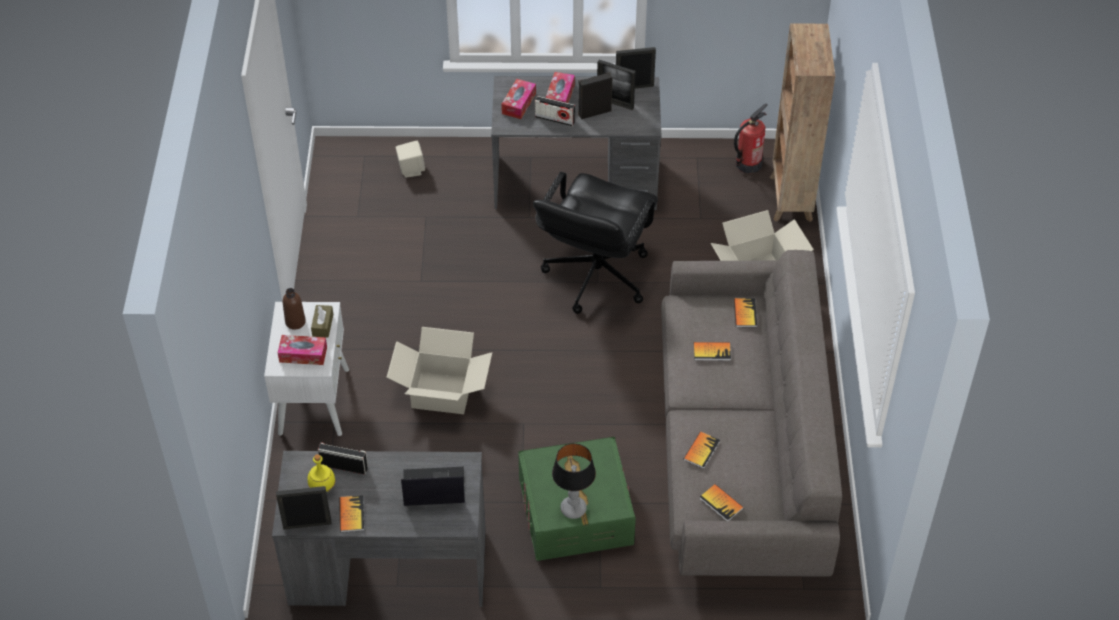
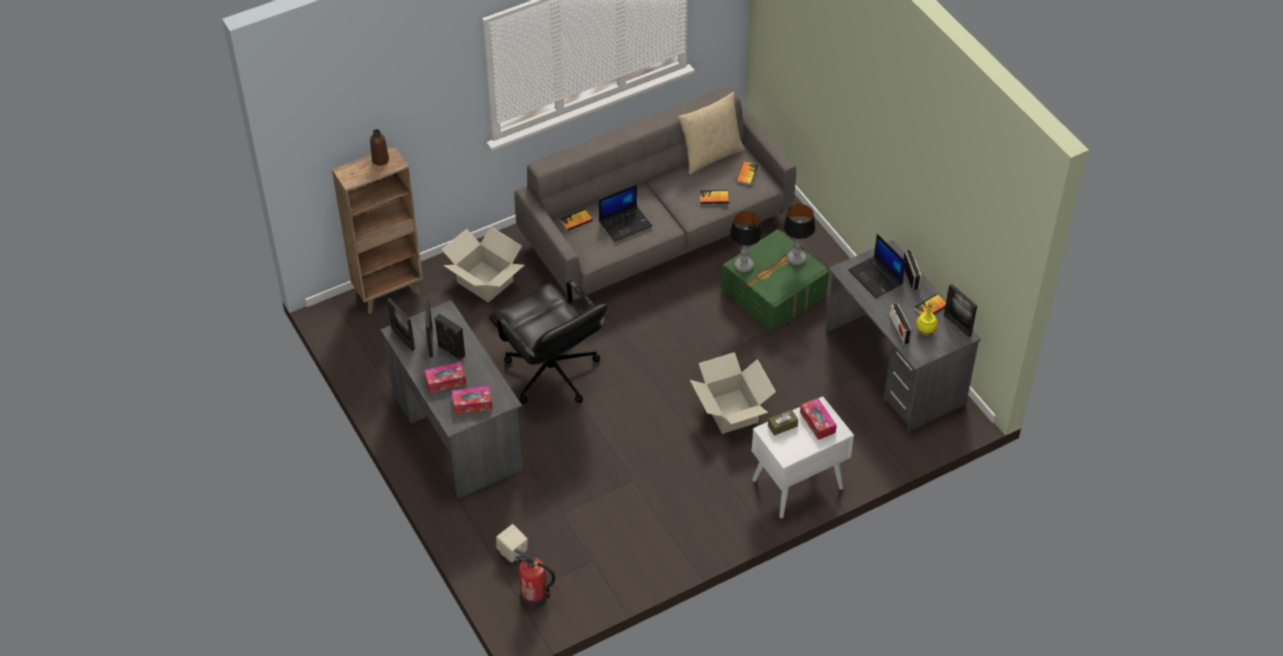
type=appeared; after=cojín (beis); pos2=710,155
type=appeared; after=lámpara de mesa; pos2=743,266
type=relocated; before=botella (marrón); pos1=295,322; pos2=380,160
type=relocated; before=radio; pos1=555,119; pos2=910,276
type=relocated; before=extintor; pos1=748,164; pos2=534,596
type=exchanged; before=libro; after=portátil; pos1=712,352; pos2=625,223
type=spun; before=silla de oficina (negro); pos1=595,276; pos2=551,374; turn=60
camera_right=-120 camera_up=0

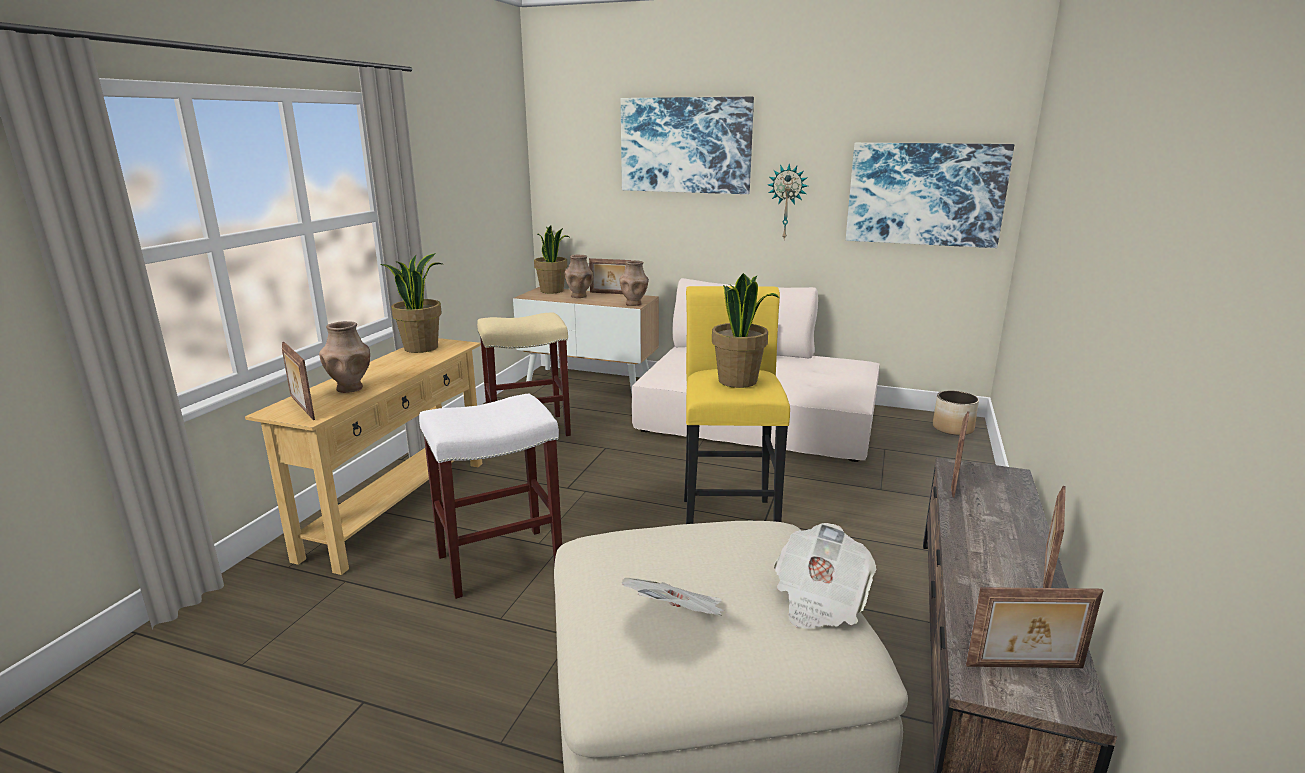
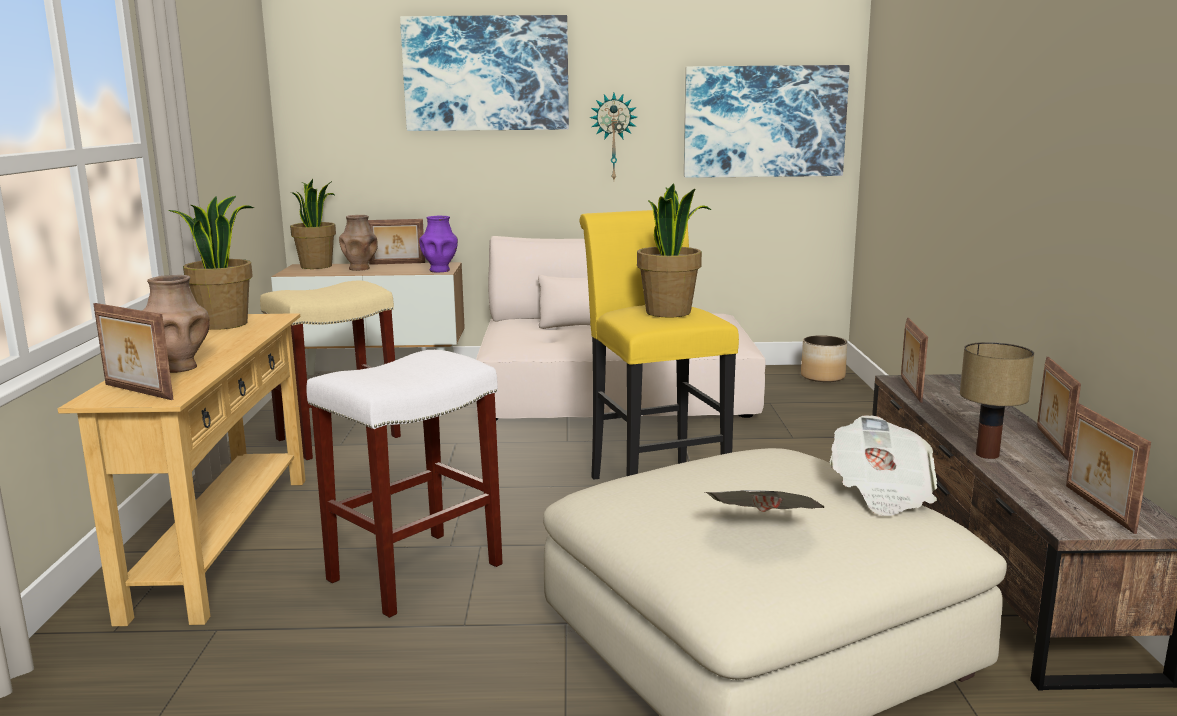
type=appeared; after=lámpara de mesa; pos2=987,455
type=colour; before=florero (marrón); after=florero (morado); pos1=634,304; pos2=440,270
type=spun; before=portarretratos; pos1=1025,668; pos2=1097,508; turn=105
camera_right=-20 camera_up=-5

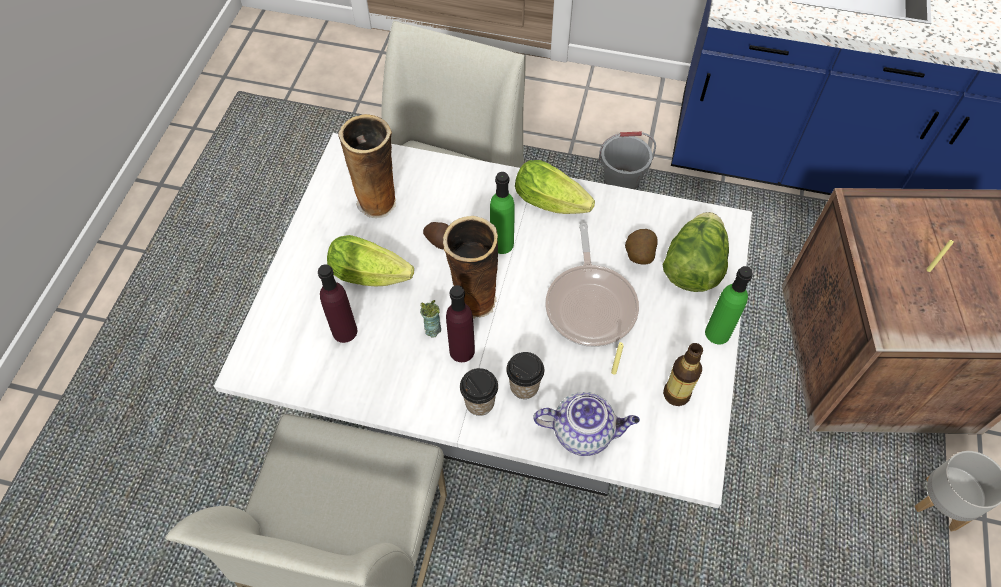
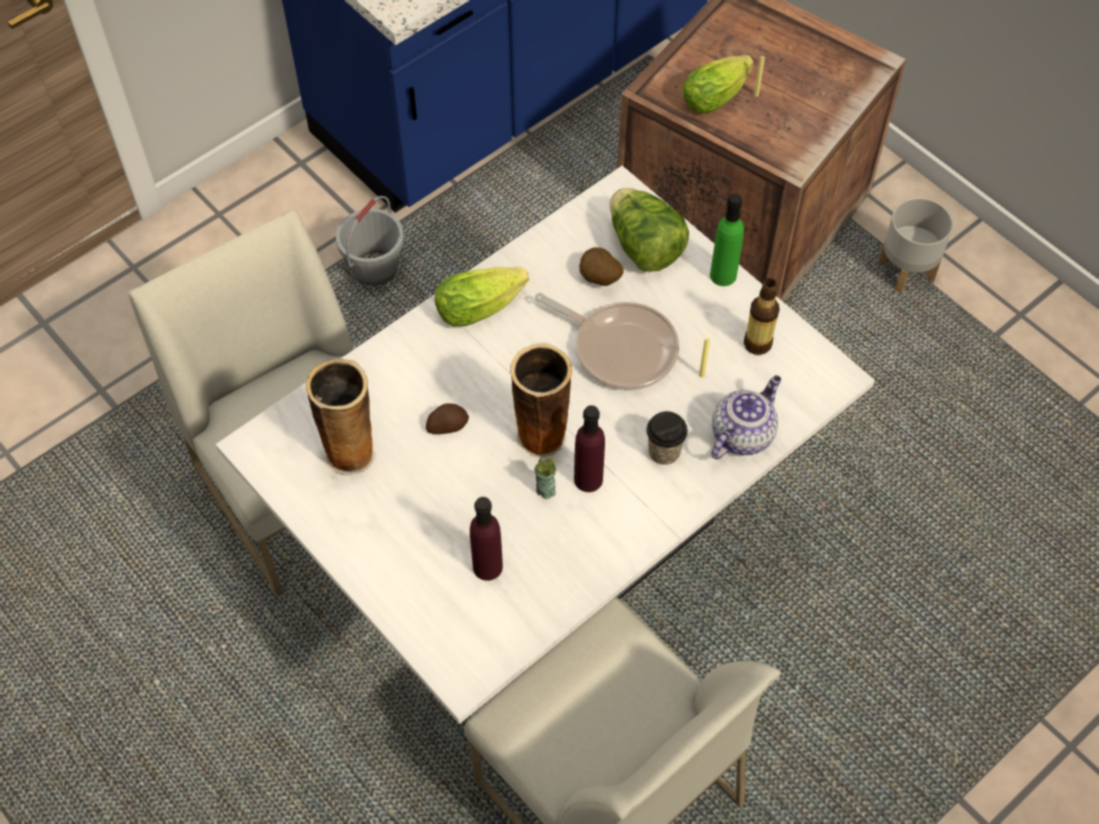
type=missing; before=taza; pos1=479,403
type=missing; before=botella (verde); pos1=502,244
type=relocated; before=lechuga; pos1=374,275; pos2=718,94
camera_right=-55 camera_up=0

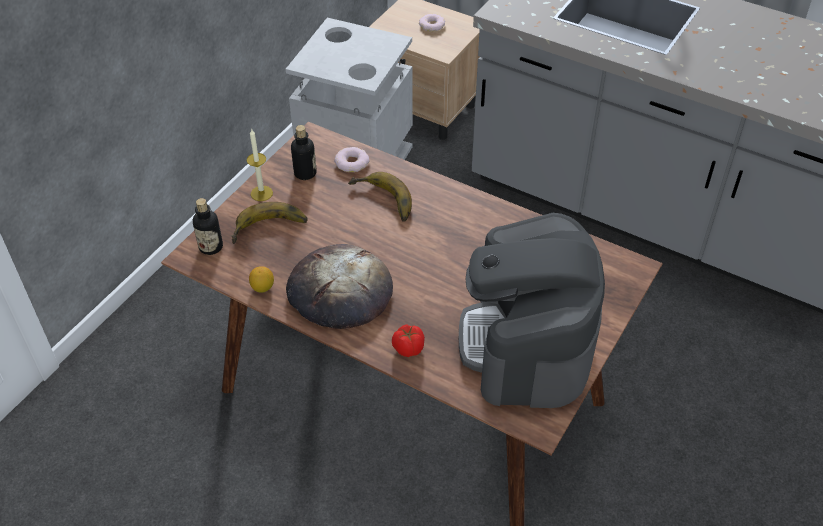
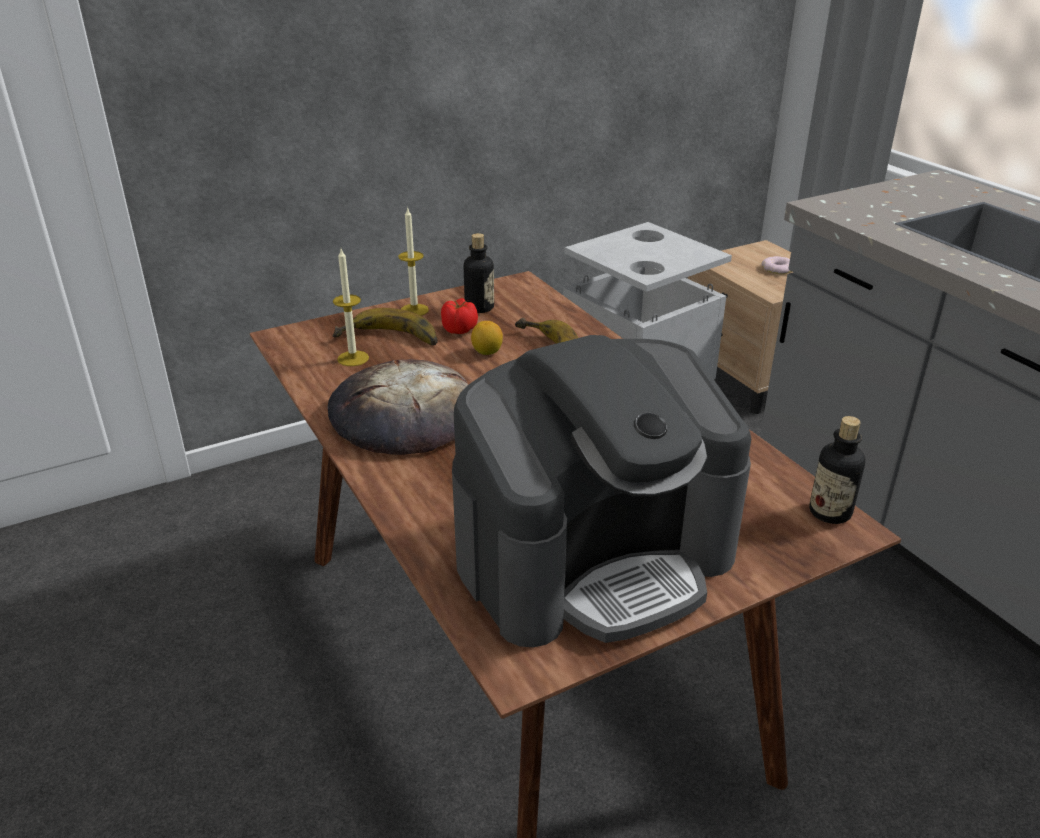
type=missing; before=rosquilla; pos1=352,163
type=appeared; after=vela; pos2=353,358
type=relocated; before=botella; pos1=211,247; pos2=830,512
type=relocated; before=limón; pos1=262,288; pos2=487,352
type=relocated; before=tomate; pos1=408,348; pos2=458,329
type=spun; before=cafetera; pos1=527,343; pos2=594,556; turn=-150
camera_right=30 camera_up=-15

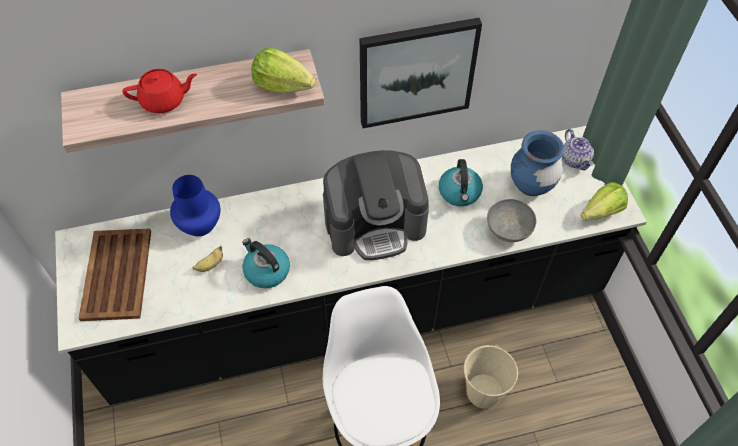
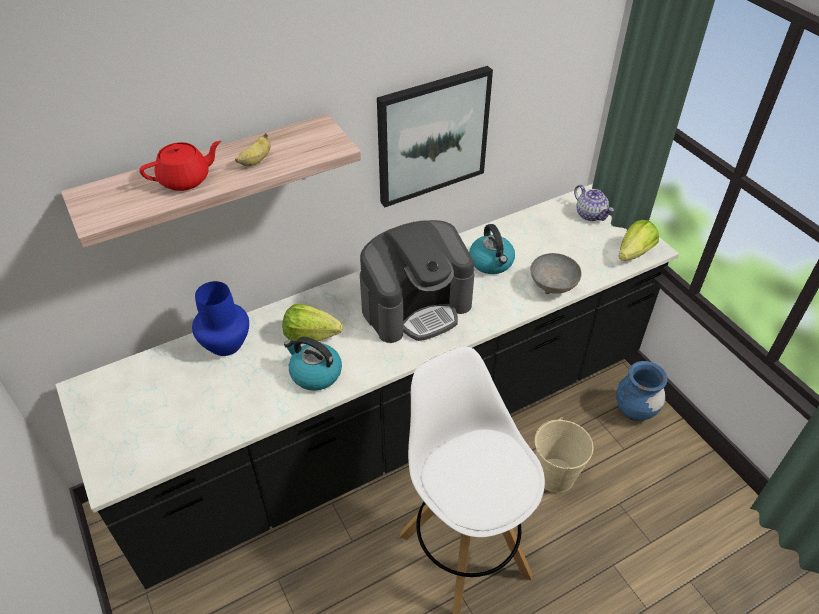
type=missing; before=bandeja (marrón); pos1=116,275
type=relocated; before=plátano; pos1=210,265; pos2=256,161
type=relocated; before=lechuga; pos1=282,85; pos2=311,335
type=relocated; before=florero (azul); pos1=531,185; pos2=635,411
camera_right=-15 camera_up=-10

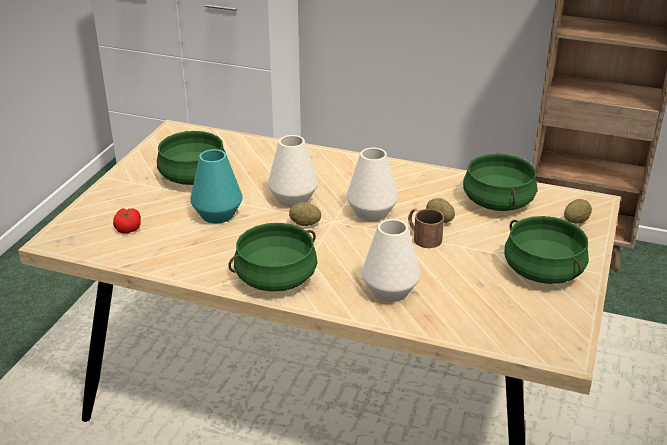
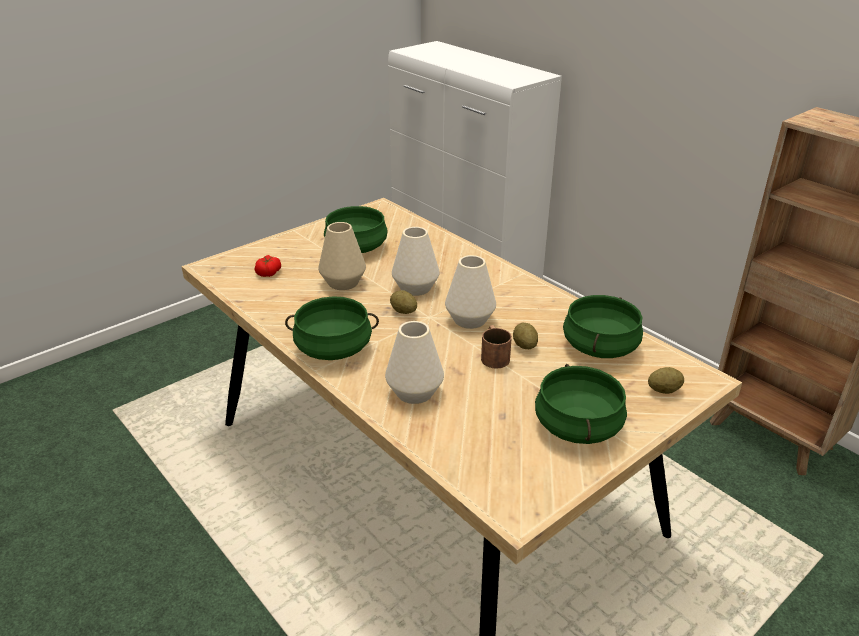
type=colour; before=florero (turquesa); after=florero (beis); pos1=217,214; pos2=343,282
camera_right=30 camera_up=0

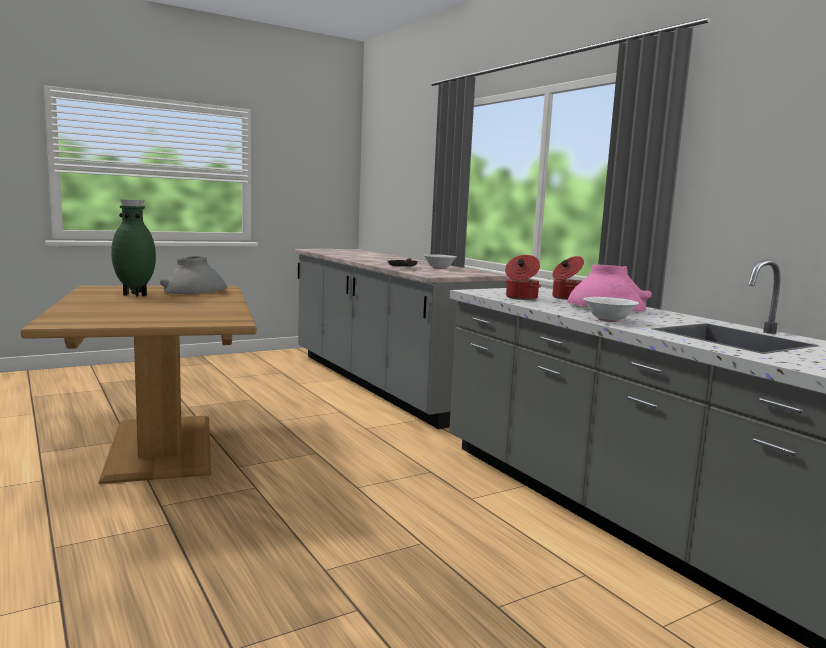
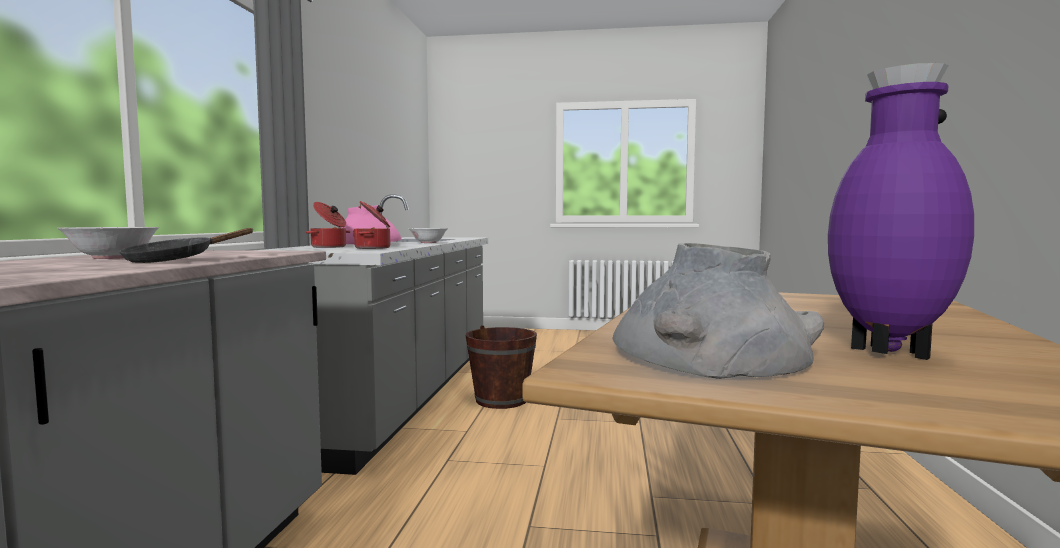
type=appeared; after=cubo (marrón); pos2=501,400
type=colour; before=florero (verde); after=florero (morado); pos1=135,294; pos2=887,353
camera_right=-140 camera_up=-5

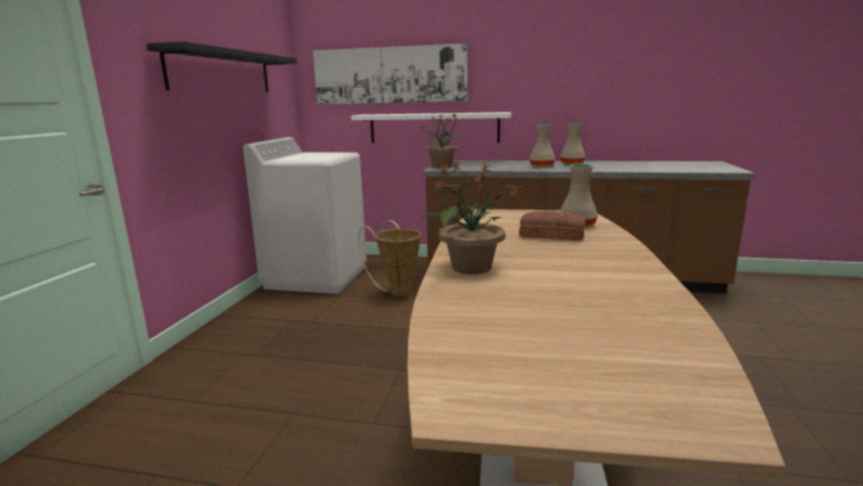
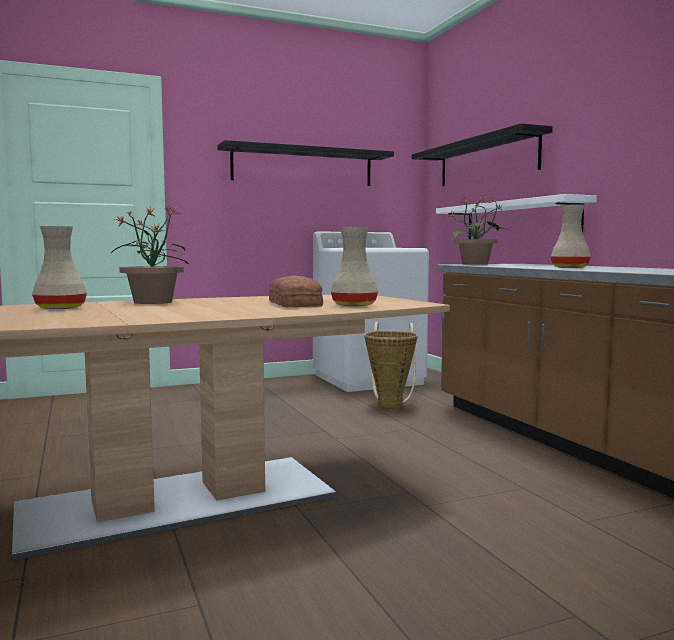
type=relocated; before=florero (beis); pos1=572,164; pos2=61,308
type=exchanged; before=cuadro; after=estante (negro); pos1=389,75; pos2=486,161
camera_right=55 camera_up=-10

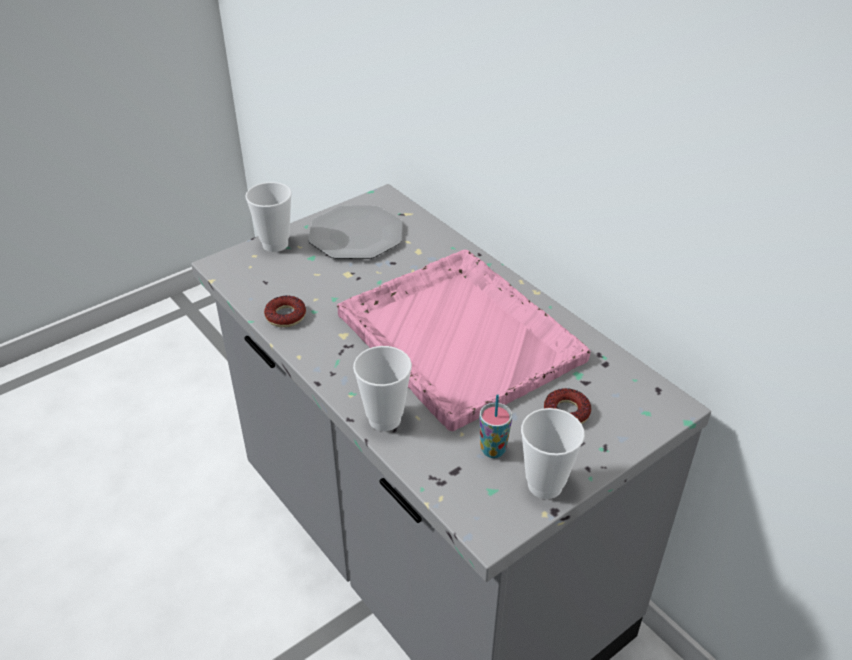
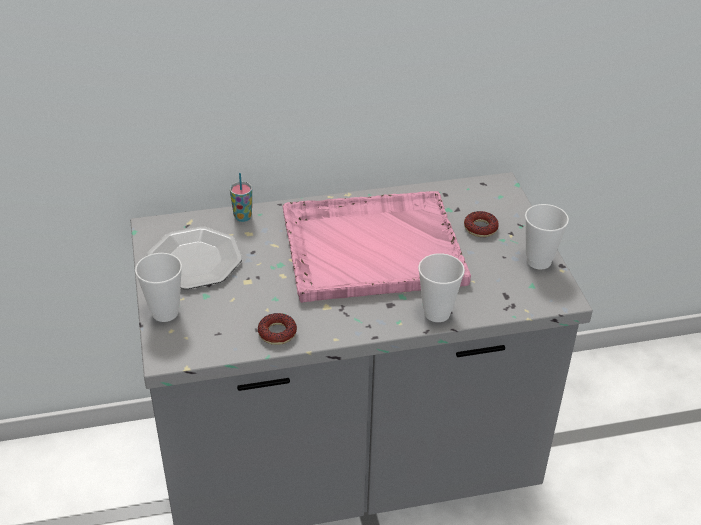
type=relocated; before=taza; pos1=493,450; pos2=243,217
camera_right=-65 camera_up=0

